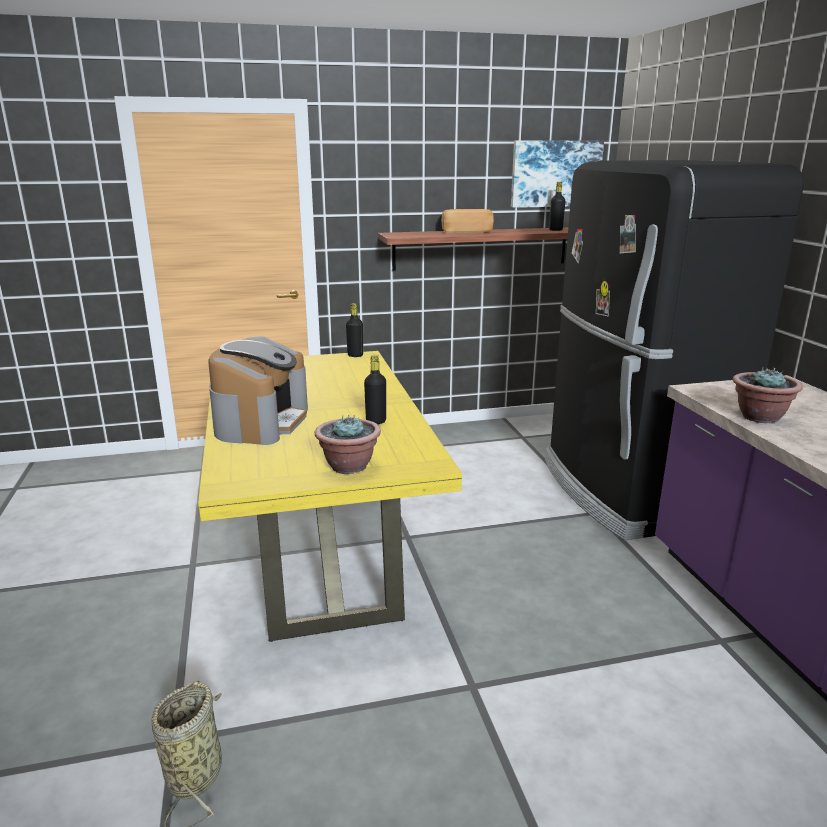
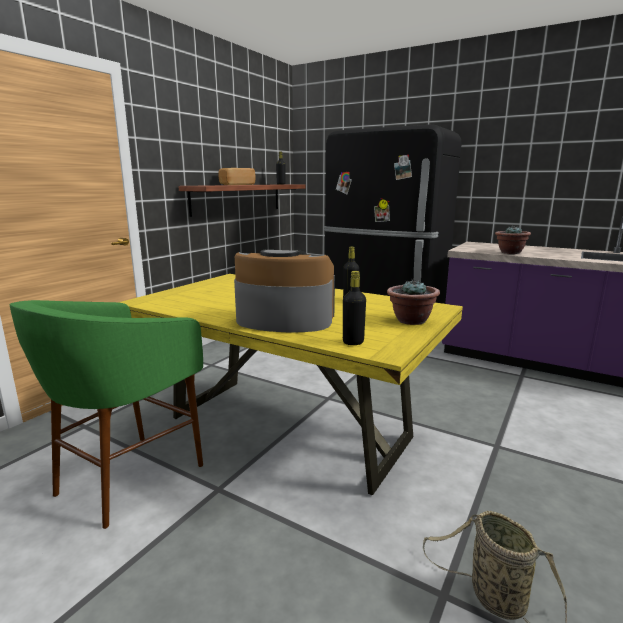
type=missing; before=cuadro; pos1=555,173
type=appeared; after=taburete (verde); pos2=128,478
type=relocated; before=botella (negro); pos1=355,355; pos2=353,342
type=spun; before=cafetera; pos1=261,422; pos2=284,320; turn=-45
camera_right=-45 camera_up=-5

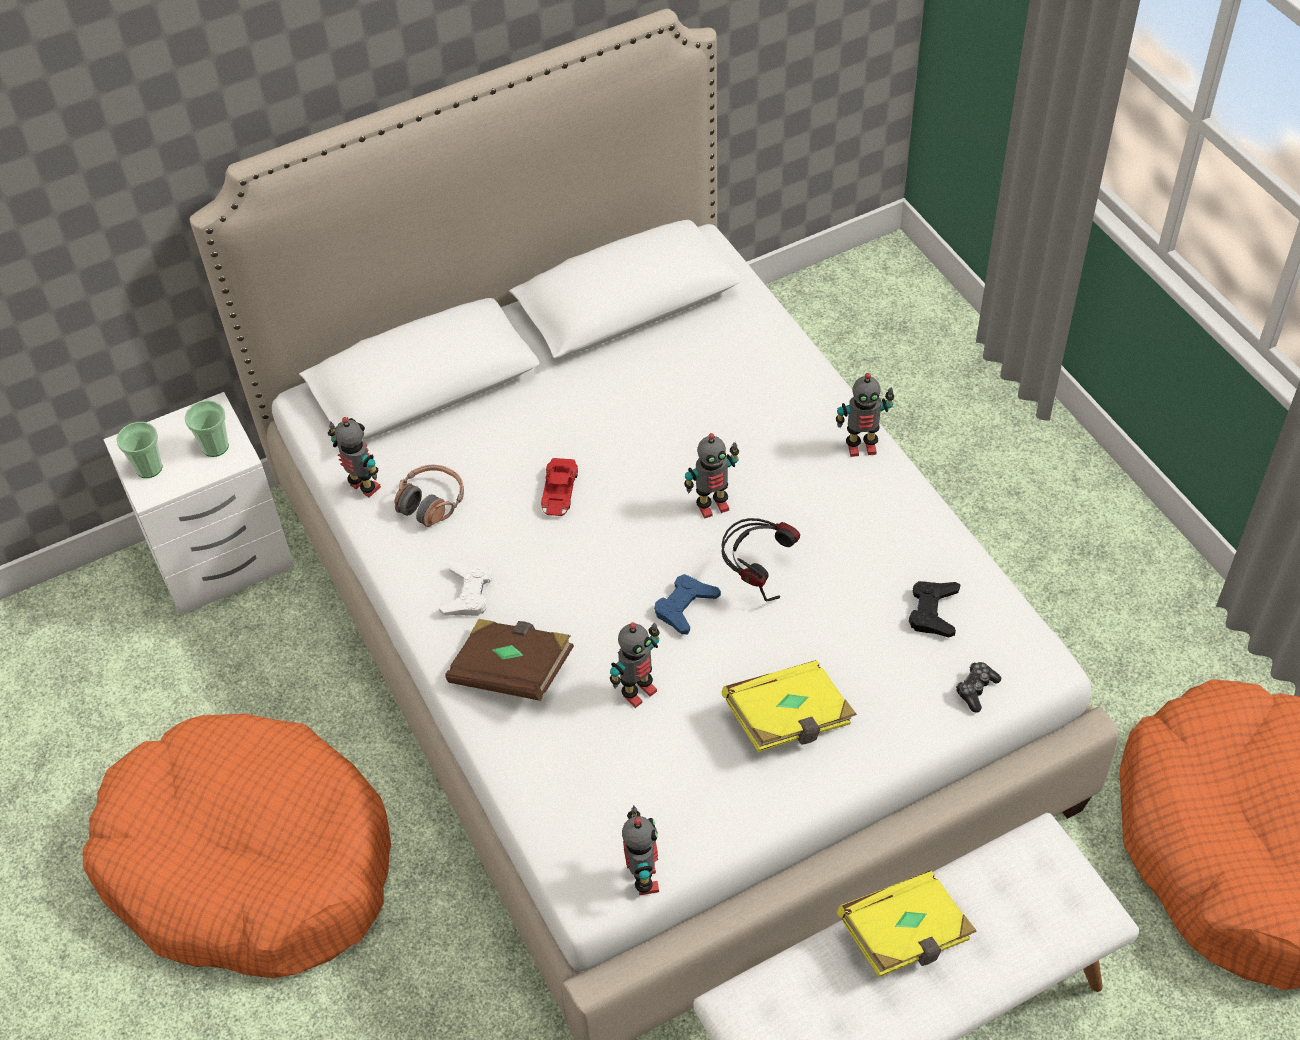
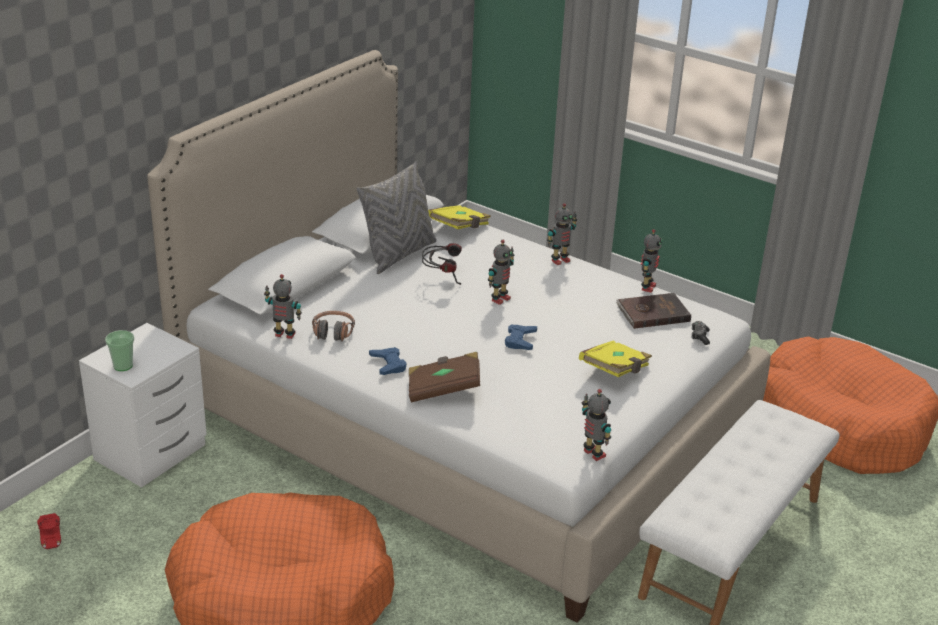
type=missing; before=taza; pos1=215,447
type=appeared; after=cojín (gris); pos2=399,254
type=relocated; before=coche de juguete (rojo); pos1=559,492; pos2=50,535
type=relocated; before=robot de juguete; pos1=638,692; pos2=647,287
type=relocated; before=auriculares; pos1=757,573; pos2=442,278
type=relocated; before=libro (amarillo); pos1=905,935; pos2=459,228
type=exchanged; before=mando de consola (negro); after=libro (marrón); pos1=933,611; pos2=652,313
type=colour; before=mando de consola (blanco); after=mando de consola (azul); pos1=467,593; pos2=388,364
camera_right=-30 camera_up=-20

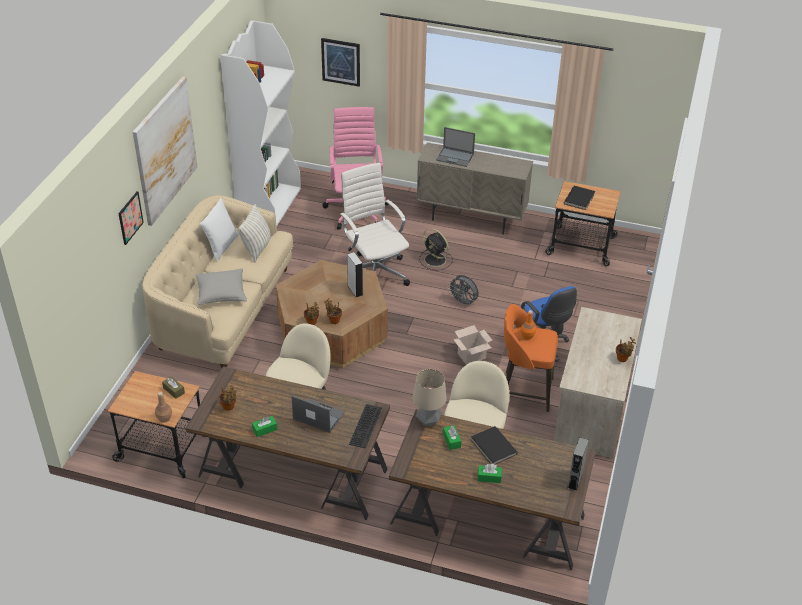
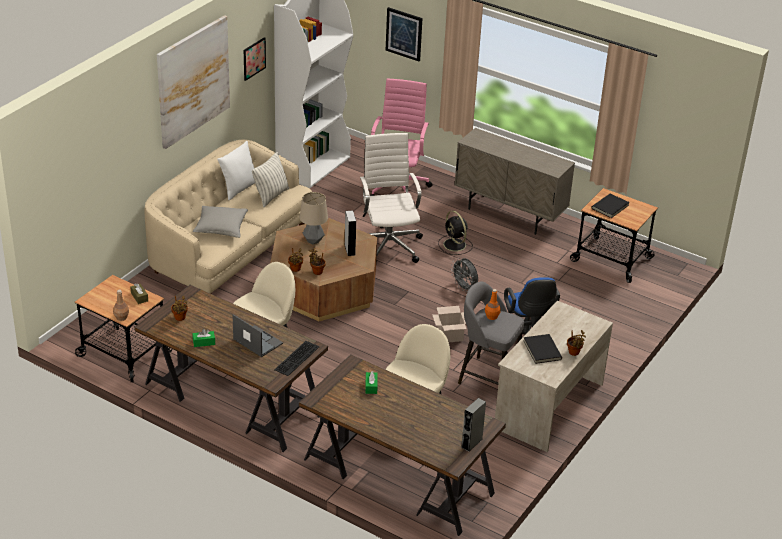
type=missing; before=portátil; pos1=455,157
type=missing; before=caja de pañuelos (verde); pos1=489,477
type=relocated; before=cuadro; pos1=130,217; pos2=254,58
type=relocated; before=lámpara de mesa; pos1=428,421; pos2=313,241
type=relocated; before=libro (negro); pos1=493,447; pos2=541,350
type=colour; before=taburete (naranja); after=taburete (gris); pos1=524,391; pos2=488,377
camera_right=15 camera_up=-5

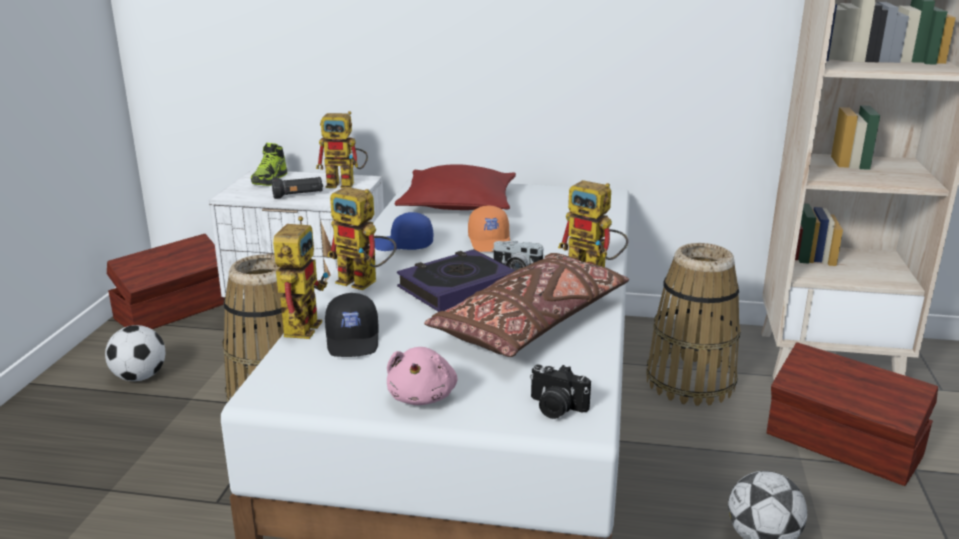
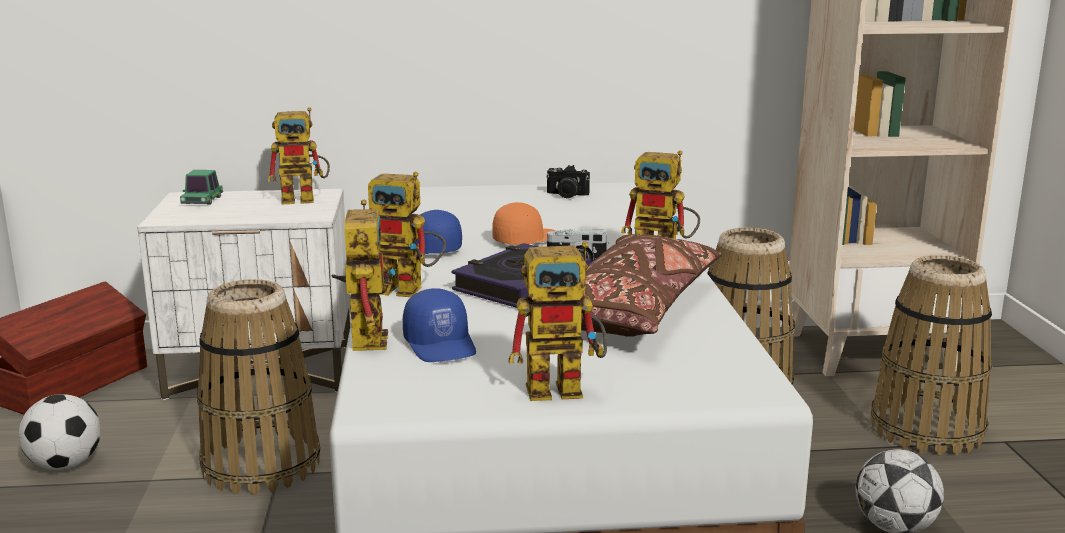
type=missing; before=linterna (negro); pos1=298,196
type=missing; before=cojín (rojo); pos1=458,204
type=relocated; before=cámara; pos1=555,408; pos2=566,195
type=exchanged; before=zapato; after=coche de juguete; pos1=270,179; pos2=202,201
type=exchanged; before=peluche (rosa); after=robot de juguete; pos1=423,396; pos2=566,388
type=exchanged; before=caja de almacenaje (marrón); after=cesta; pos1=843,446; pos2=927,429
type=colour; before=gorra (negro); after=gorra (azul); pos1=353,340; pos2=441,345
type=spun; before=gorra (naranja); pos1=491,242; pos2=525,240; turn=-105
camera_right=-15 camera_up=-5

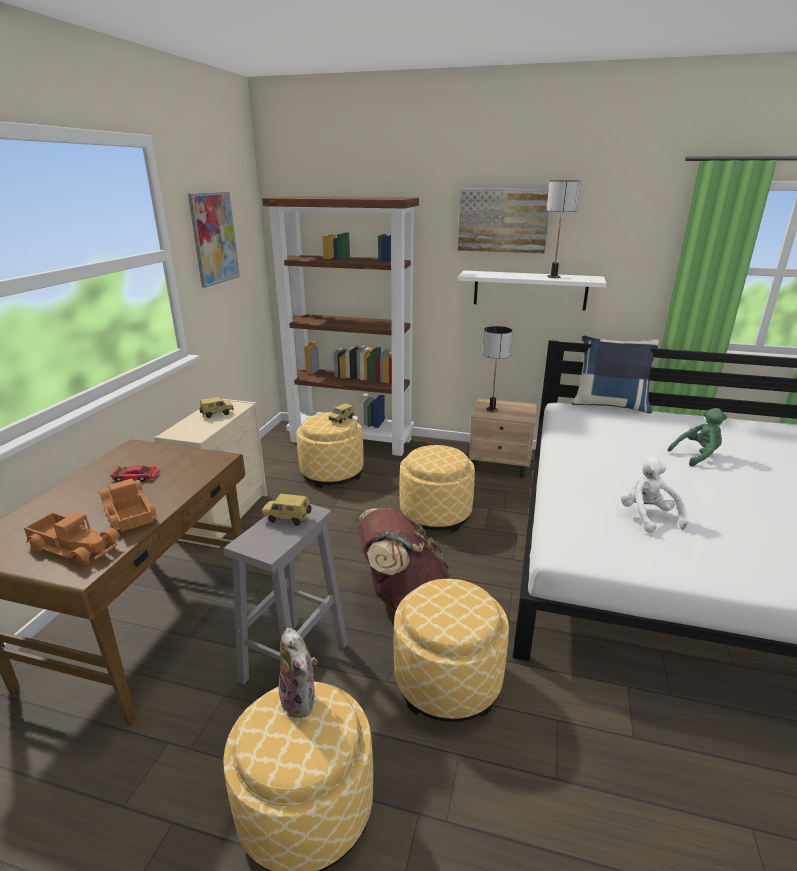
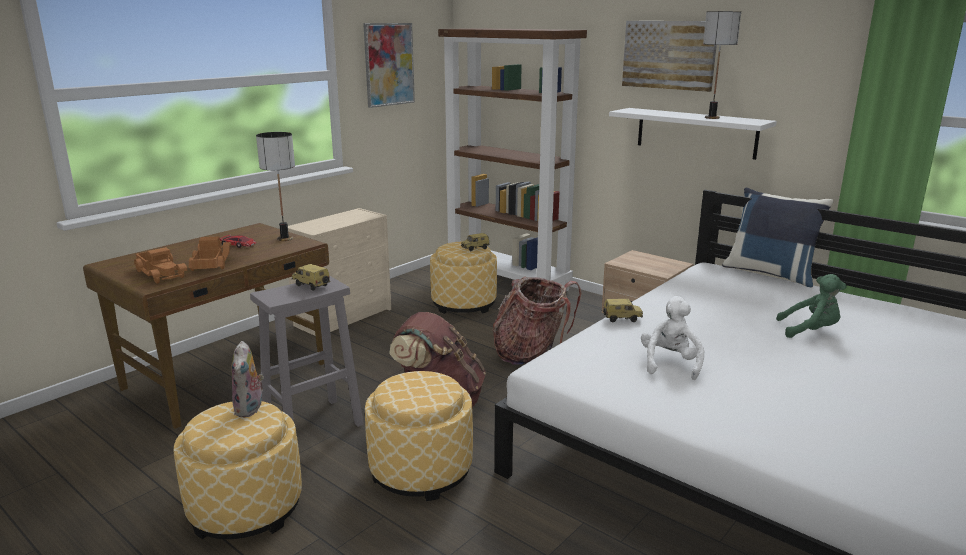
type=relocated; before=coche de juguete; pos1=217,414; pos2=622,319
type=relocated; before=lámpara de mesa; pos1=491,410; pos2=284,239
type=exchanged; before=puf; after=mochila; pos1=435,514; pos2=531,354
camera_right=25 camera_up=-5

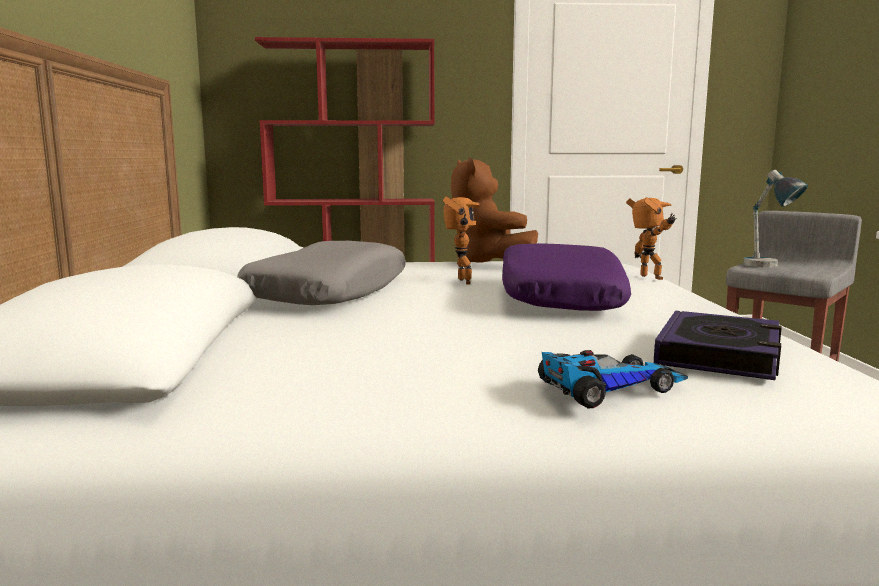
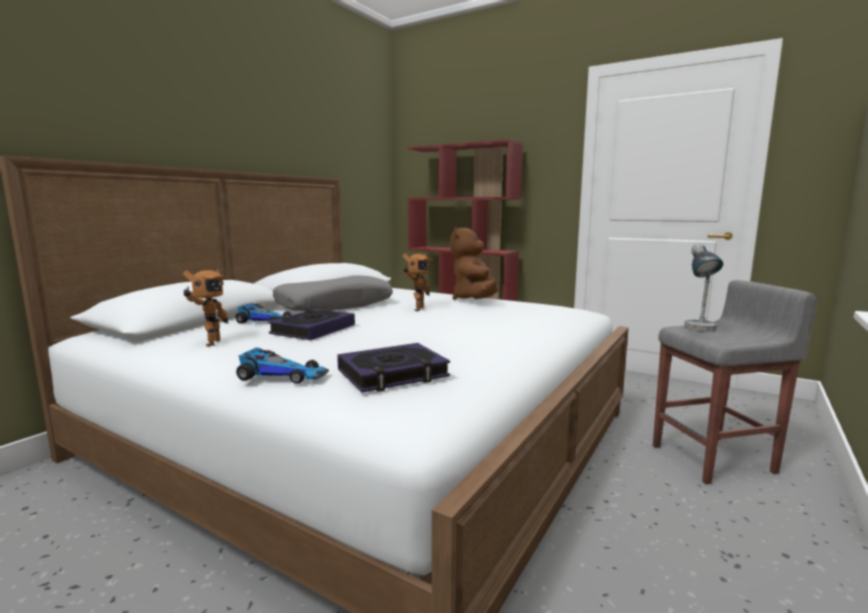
type=missing; before=cojín (morado); pos1=557,297
type=appeared; after=coche de juguete; pos2=267,321
type=appeared; after=libro; pos2=313,330
type=relocated; before=robot de juguete; pos1=648,278; pos2=209,343
camera_right=35 camera_up=0

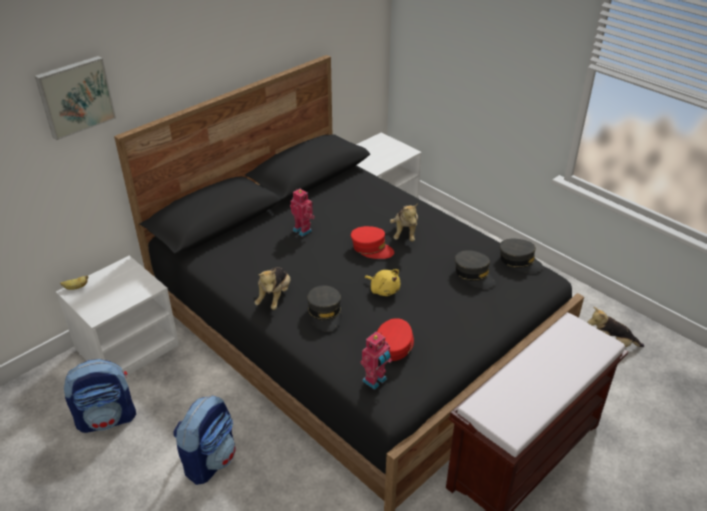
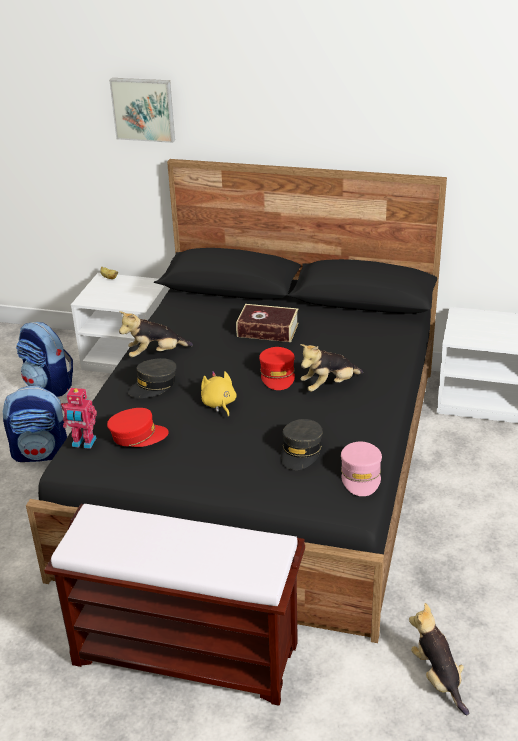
type=exchanged; before=robot de juguete; after=libro; pos1=303,230; pos2=267,330
type=colour; before=gorra (gris); after=gorra (rosa); pos1=519,261; pos2=361,475
type=spun; before=peluche (amarillo); pos1=383,290; pos2=219,404; turn=150
camera_right=60 camera_up=-5

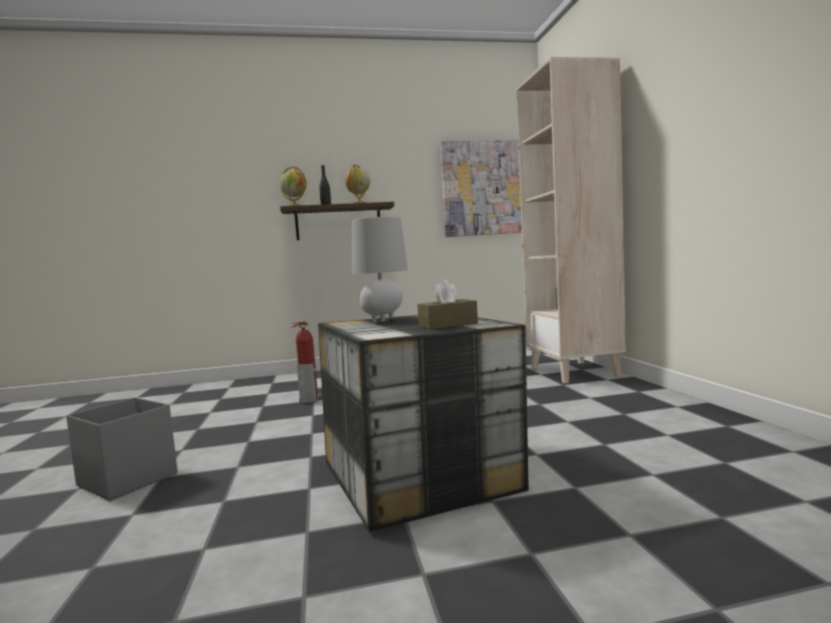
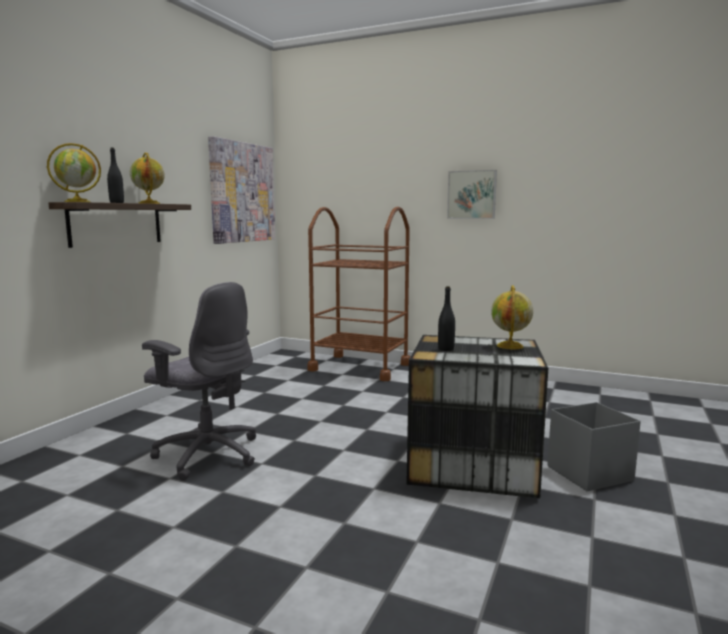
type=appeared; after=cuadro; pos2=472,194
type=relocated; before=caja de almacenaje (gris); pos1=128,479; pos2=588,473
type=exchanged; before=extintor; after=silla de oficina (gris); pos1=309,400; pos2=207,454
type=exchanged; before=lámpara de mesa (gris); after=botella (negro); pos1=383,320; pos2=446,349
type=exchanged; before=caja de pañuelos (marrón); after=globo terráqueo; pos1=448,325; pos2=510,346
type=exchanged; before=estantería (beis); after=carrito (marrón); pos1=574,372; pos2=360,367
camera_right=-55 camera_up=5

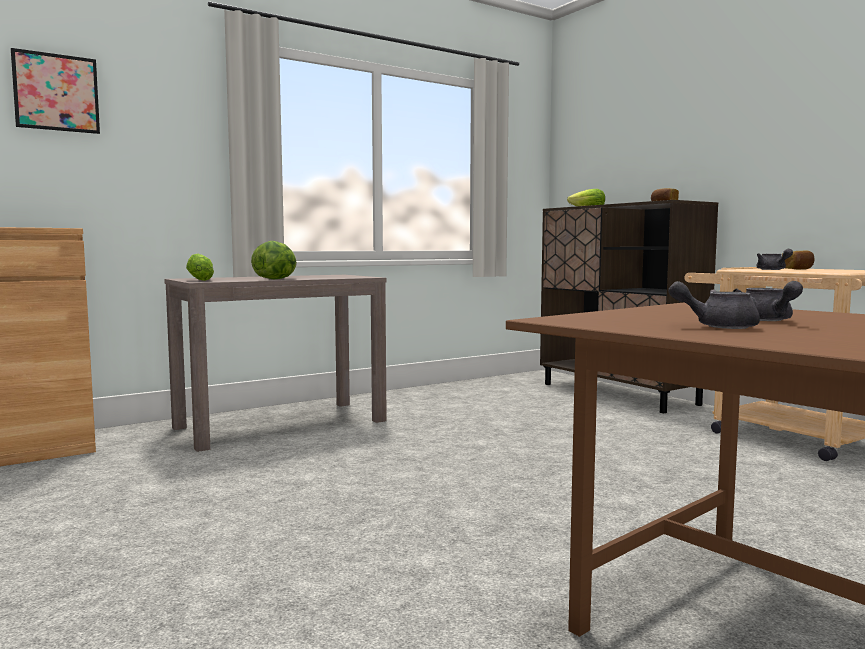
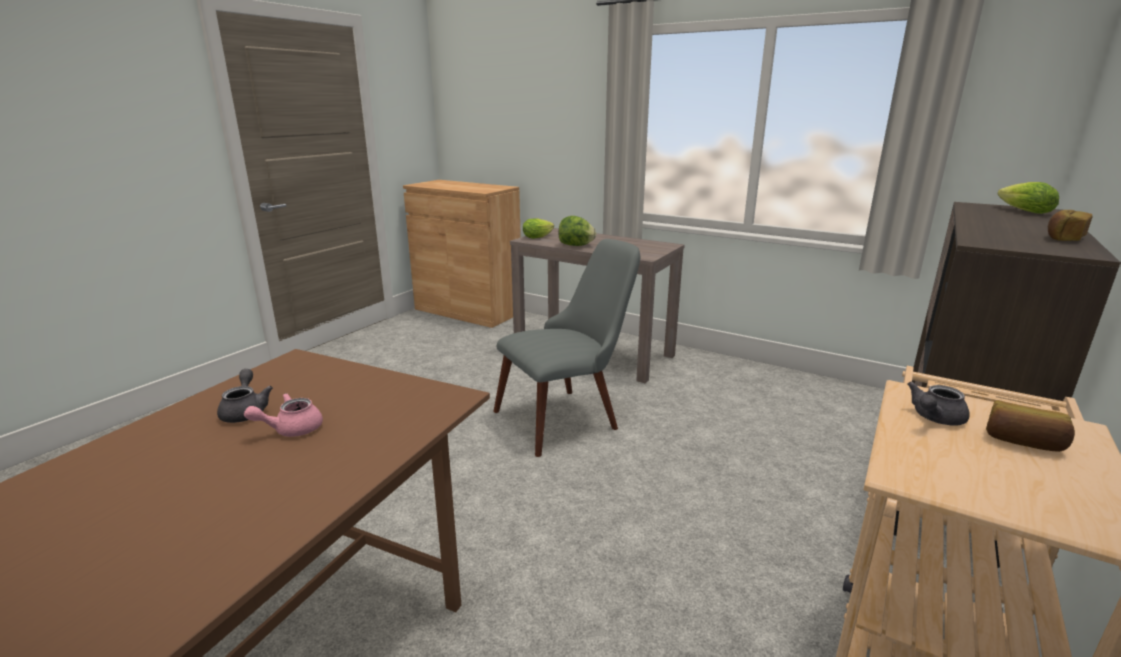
type=missing; before=cuadro; pos1=56,92
type=appeared; after=silla (gris); pos2=568,415
type=colour; before=tetera (gris); after=tetera (rosa); pos1=766,320; pos2=291,429
camera_right=65 camera_up=15

